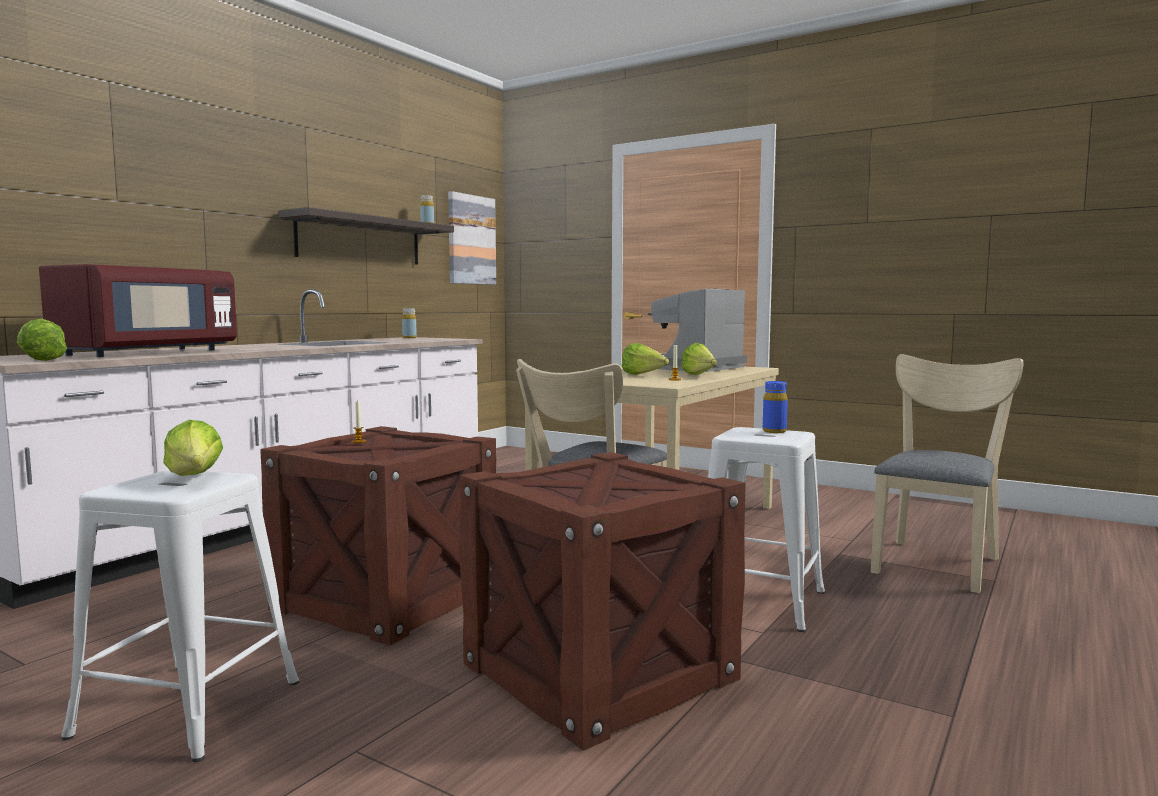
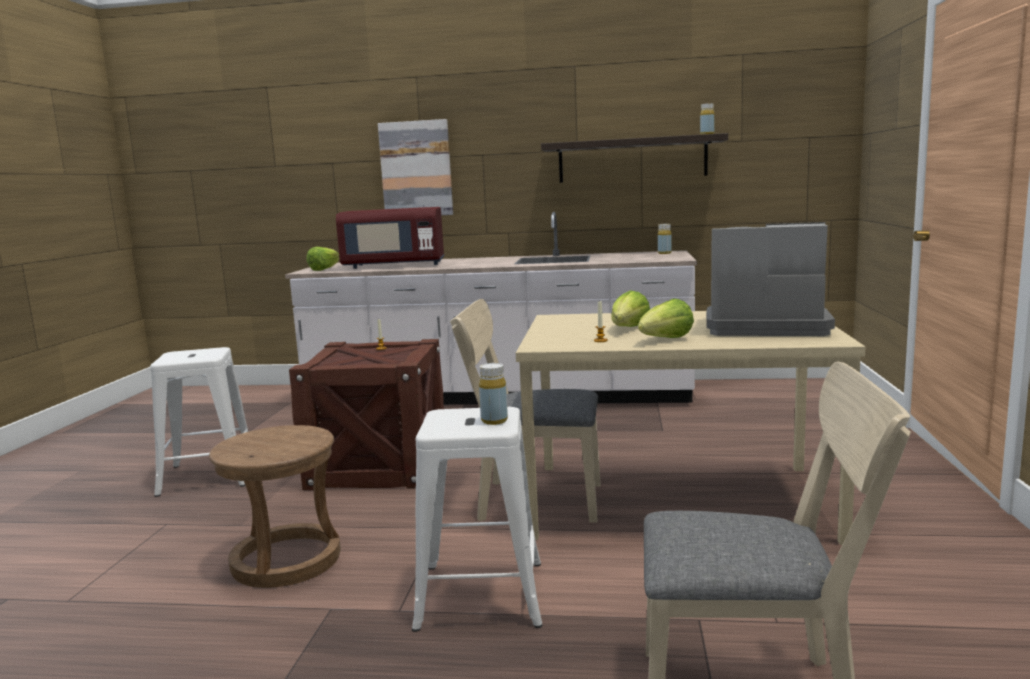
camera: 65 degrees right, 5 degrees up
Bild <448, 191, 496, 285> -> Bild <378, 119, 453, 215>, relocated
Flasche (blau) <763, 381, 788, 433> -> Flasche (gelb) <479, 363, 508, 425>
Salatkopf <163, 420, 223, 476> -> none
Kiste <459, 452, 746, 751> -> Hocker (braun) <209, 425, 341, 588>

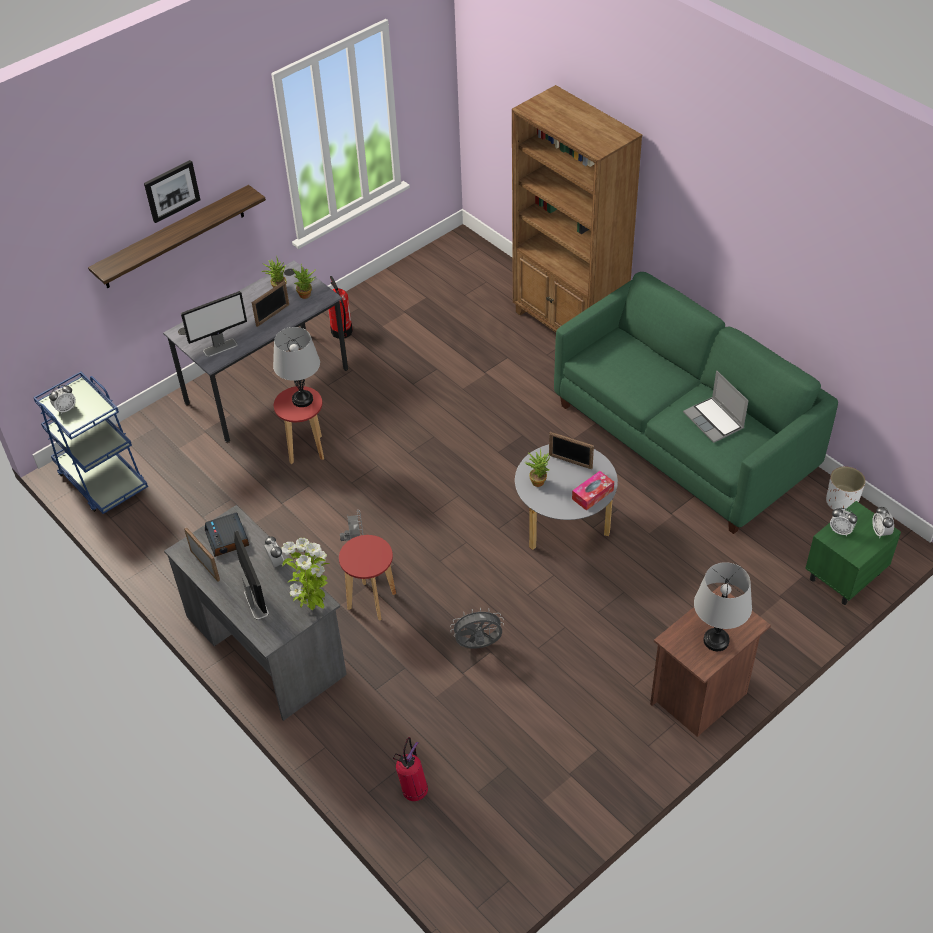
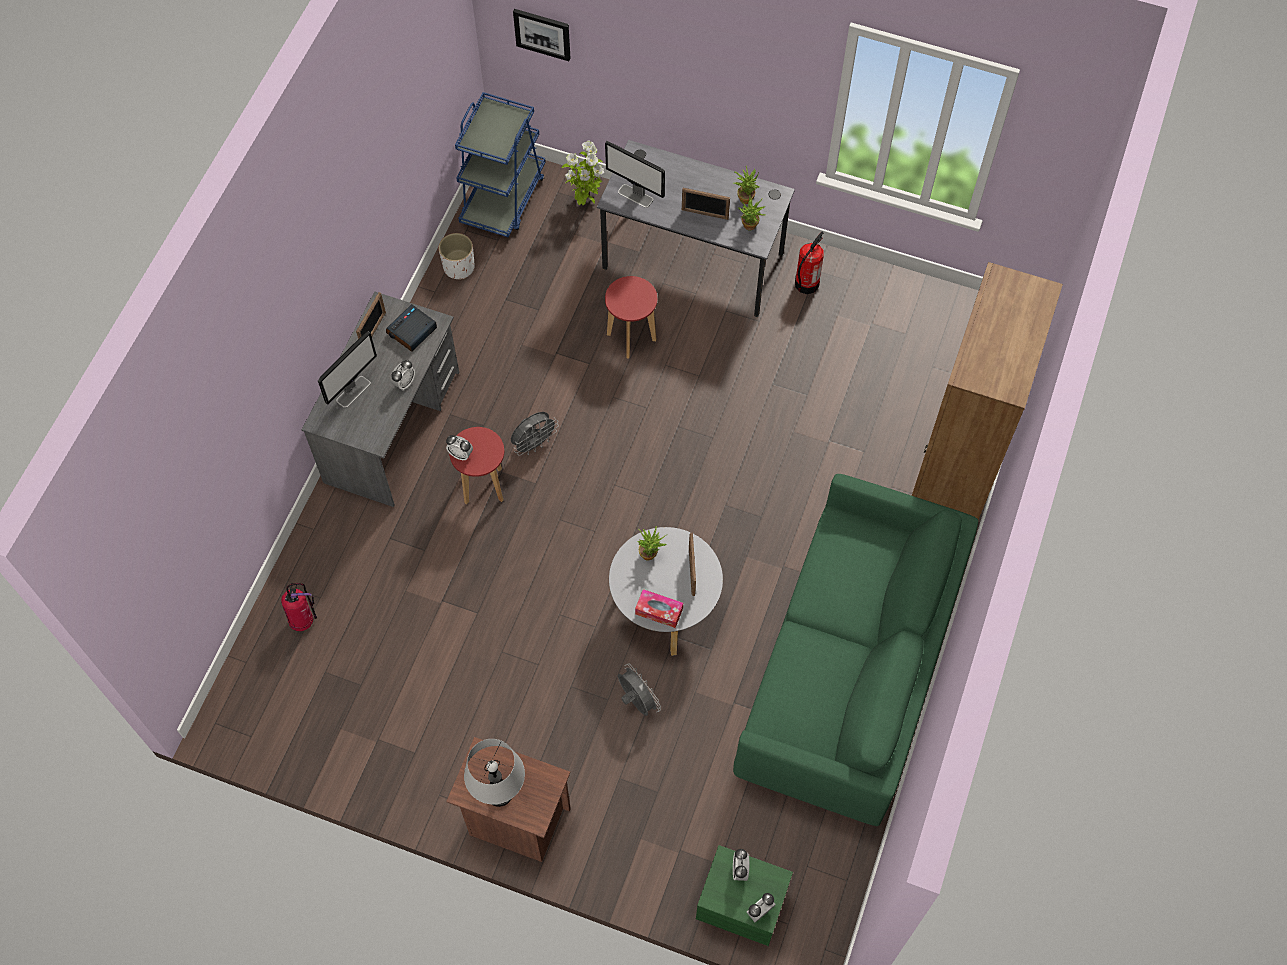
camera: 60 degrees right, 15 degrees up
Bild <144, 160, 201, 223> -> Bild <513, 9, 571, 61>, relocated
Wandregal <88, 185, 266, 288> -> none
Tischlampe (grau) <273, 327, 320, 407> -> none
Laptop <683, 371, 748, 443> -> none
Wecker <49, 385, 76, 414> -> Wecker <446, 435, 473, 461>, relocated
Pflanzkübel (weiß) <826, 467, 865, 510> -> Pflanzkübel (weiß) <439, 233, 475, 279>, relocated
Topfpflanze <281, 538, 329, 610> -> Topfpflanze <562, 140, 604, 205>, relocated
Ventilator (grau) <450, 608, 504, 648> -> Ventilator (grau) <618, 663, 661, 716>, relocated

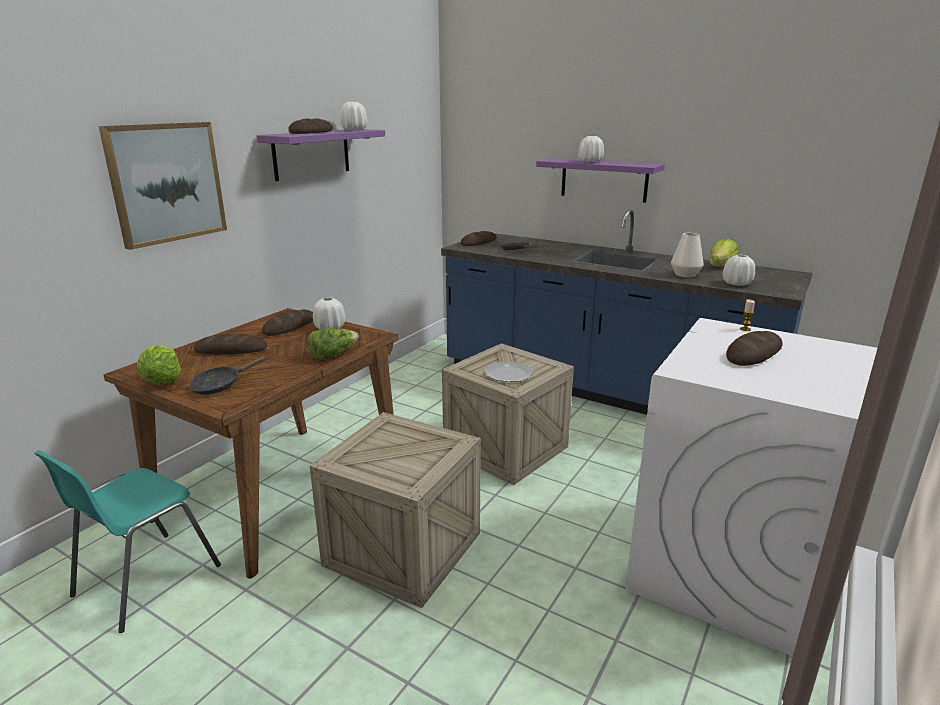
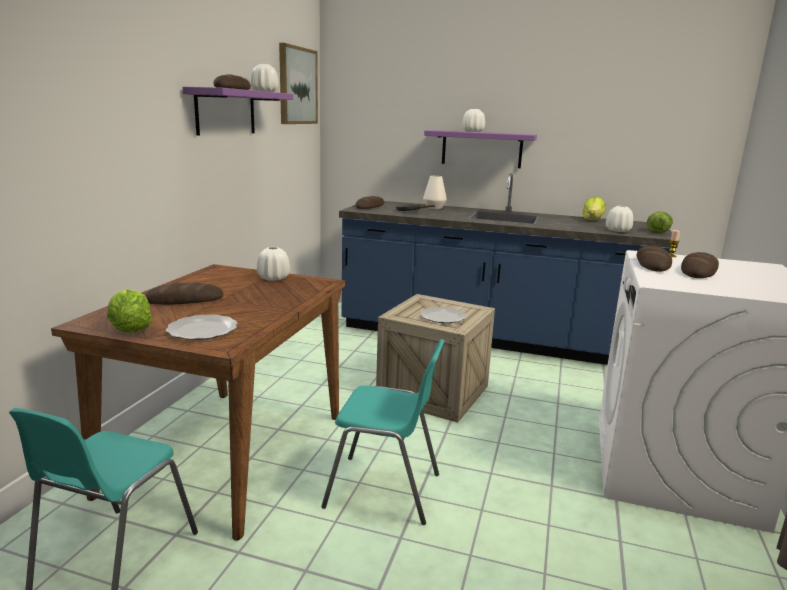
camera: 15 degrees left, 5 degrees down
Bild <99, 122, 227, 250> -> Bild <279, 43, 318, 124>, relocated
Vase (weiß) <671, 233, 704, 277> -> Vase (weiß) <423, 176, 447, 209>, relocated
Brot <262, 309, 313, 336> -> Brot <637, 245, 672, 272>, relocated
Salatkopf <308, 328, 359, 360> -> Salatkopf <647, 212, 673, 233>, relocated
Pfanne (schwarz) <189, 355, 268, 395> -> Teller <166, 314, 237, 340>
Kiste <310, 412, 481, 608> -> Stuhl (türkis) <321, 339, 445, 525>

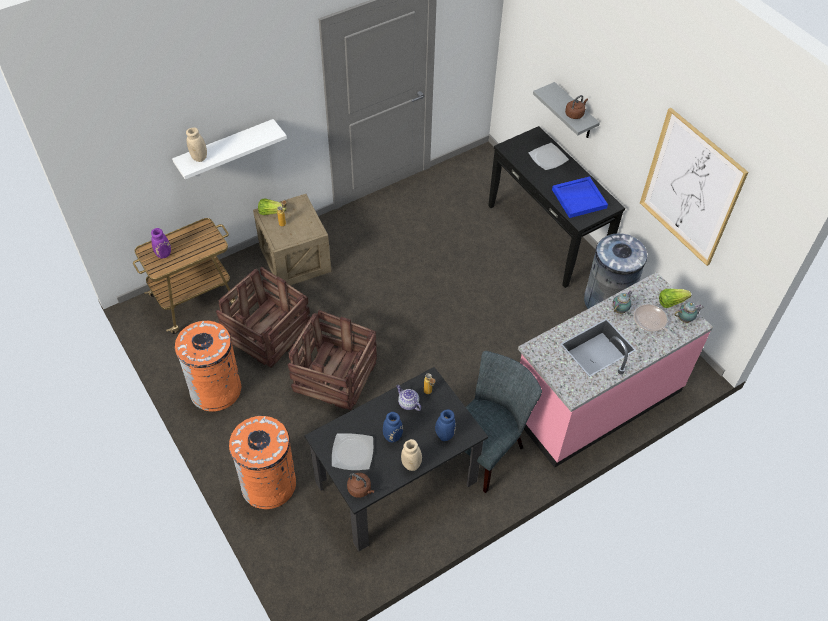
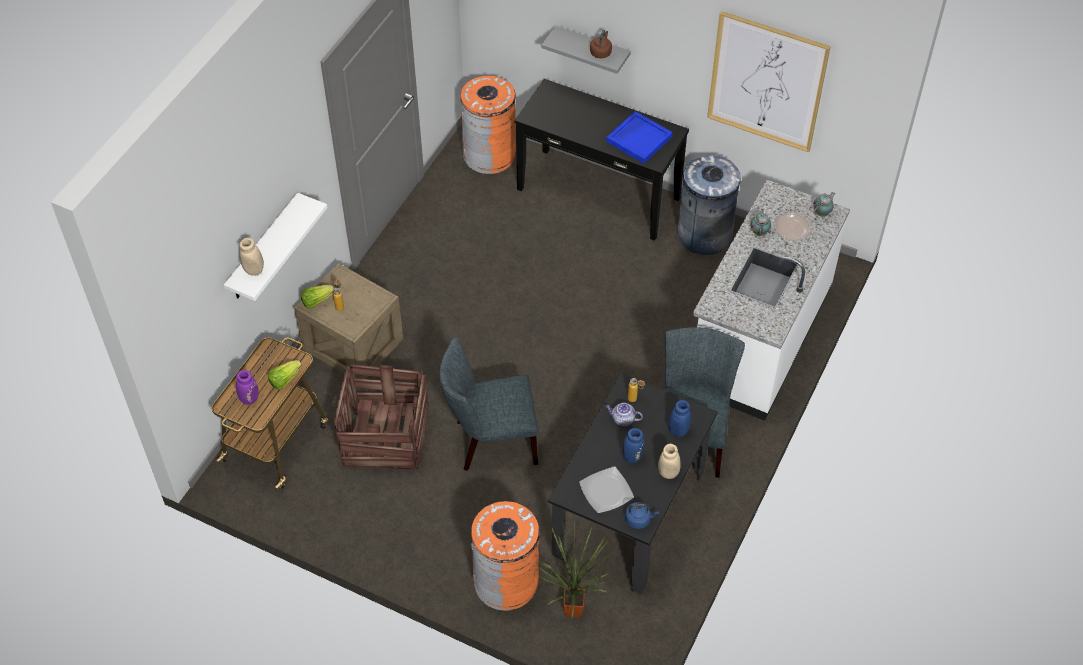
camera: 30 degrees left, 0 degrees up
Teller <529, 143, 569, 170> -> none
Küchenzeile (rosa) <518, 272, 713, 468> -> Küchenzeile (weiß) <693, 180, 850, 421>
Salatkopf <659, 289, 691, 308> -> Salatkopf <268, 360, 302, 390>, relocated
Kiste <288, 310, 377, 410> -> Stuhl (grau) <439, 337, 538, 471>
Mülleimer (orange) <175, 321, 241, 411> -> Mülleimer (orange) <460, 76, 516, 174>, relocated
Wasserkessel (braun) <347, 473, 374, 498> -> Wasserkessel (blau) <625, 502, 659, 529>
none -> Topfpflanze <538, 521, 612, 619>

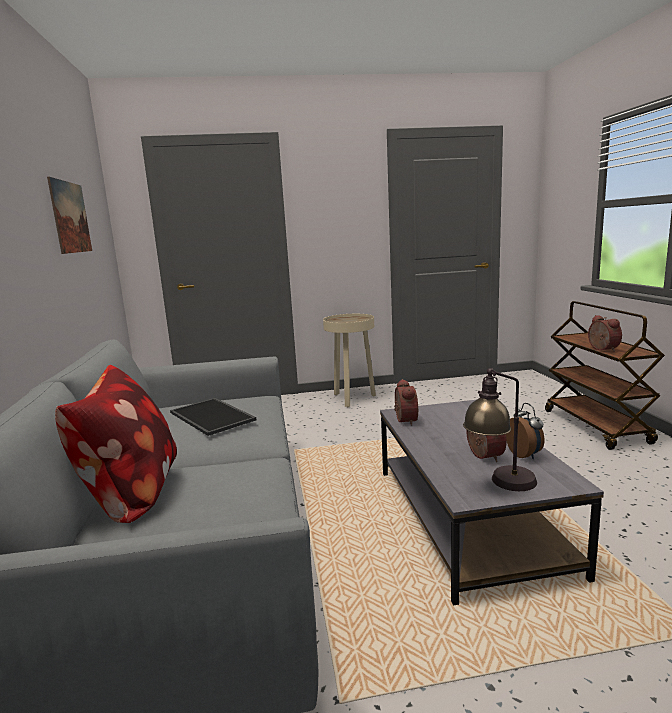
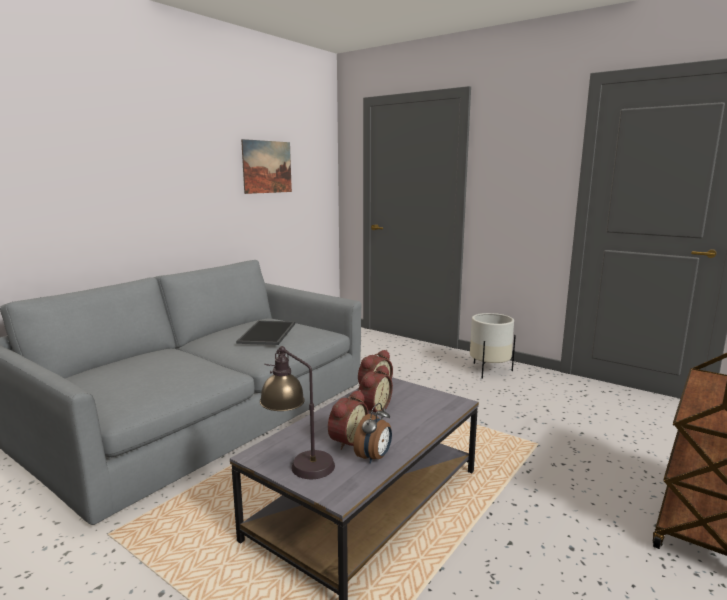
camera: 45 degrees right, 0 degrees up
Beistelltisch (beige) <323, 314, 376, 408> -> Pflanzkübel (weiß) <470, 313, 516, 379>
Wecker <588, 315, 622, 352> -> Wecker <358, 365, 393, 414>, relocated
Kissen <55, 365, 177, 523> -> none

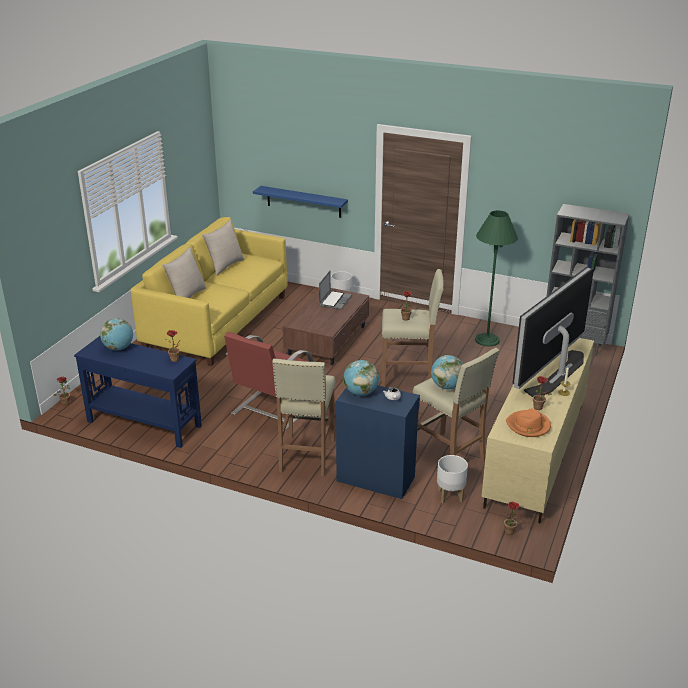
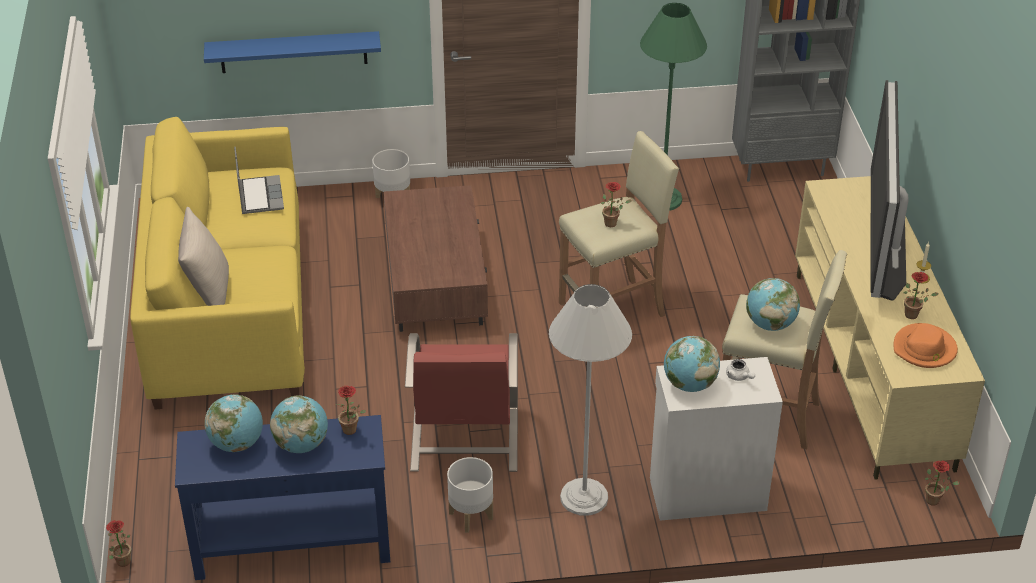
camera: 30 degrees left, 10 degrees up
Kissen (beige) <202, 220, 244, 276> -> none
Laptop <319, 270, 352, 310> -> Laptop <234, 147, 284, 214>, relocated
Hocker (beige) <272, 359, 335, 476> -> Stehlampe (weiß) <549, 284, 632, 516>
Schrank (blau) <336, 385, 420, 499> -> Schrank (weiß) <650, 357, 783, 521>
Pflanzkübel (weiß) <437, 455, 468, 503> -> Pflanzkübel (weiß) <447, 457, 493, 533>, relocated
none -> Globus <270, 395, 328, 453>

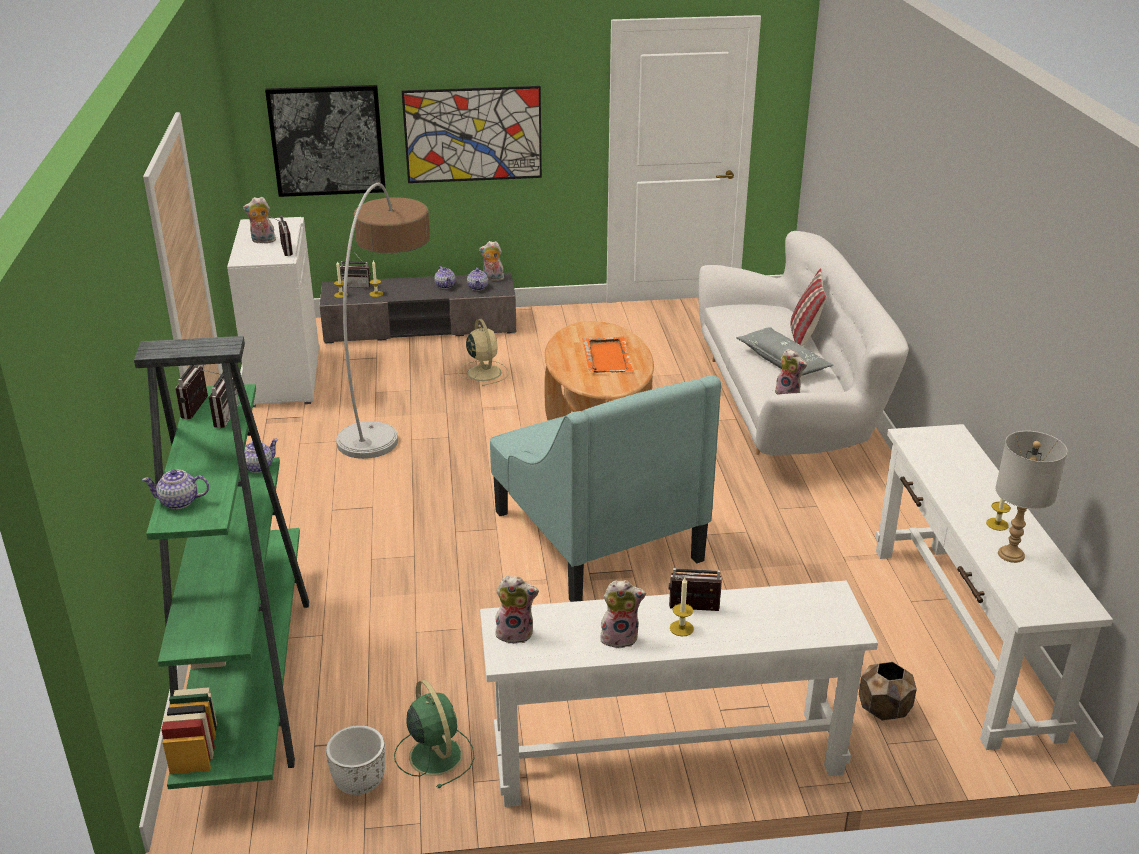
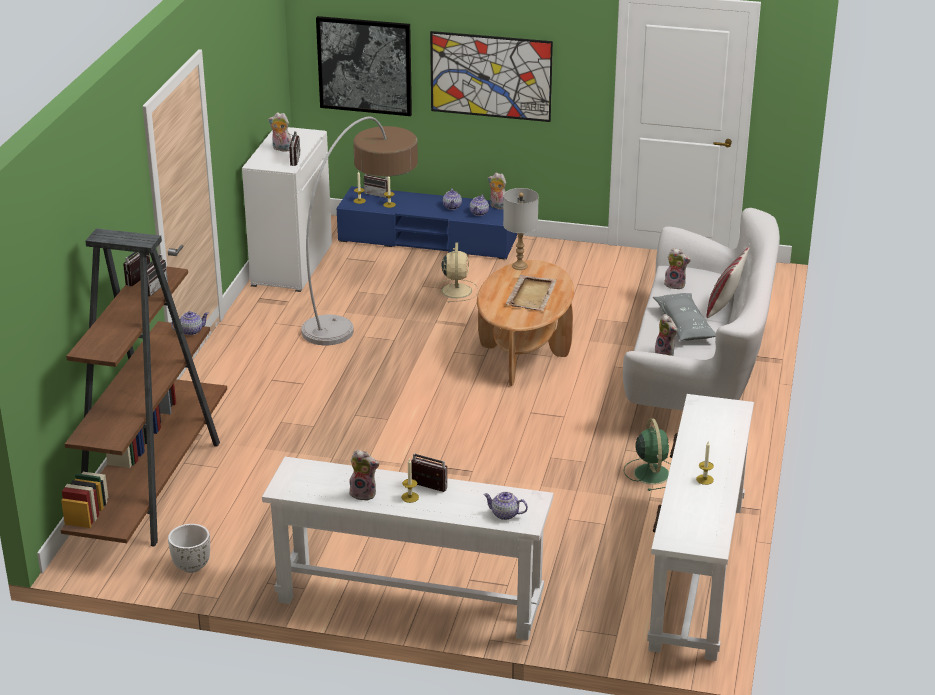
camera: 20 degrees right, 0 degrees up
Fernsehschrank (grau) <320, 273, 516, 343> -> Fernsehschrank (blau) <337, 186, 517, 260>
Bücherregal (grün) <134, 336, 309, 789> -> Bücherregal (braun) <60, 228, 227, 546>
Tablett (orange) <582, 337, 634, 373> -> Tablett (beige) <506, 275, 557, 311>
Sessel (türkis) <490, 375, 721, 602> -> none
Tischlampe (grau) <996, 431, 1067, 563> -> Tischlampe (grau) <503, 188, 539, 270>, relocated
Teekanne <142, 469, 209, 509> -> Teekanne <483, 492, 528, 520>, relocated
Plüschtier <495, 576, 539, 644> -> Plüschtier <664, 248, 691, 290>, relocated
Pflanzkübel (braun) <859, 662, 917, 721> -> none
Ventilator (grün) <394, 680, 474, 788> -> Ventilator (grün) <624, 419, 671, 491>, relocated

